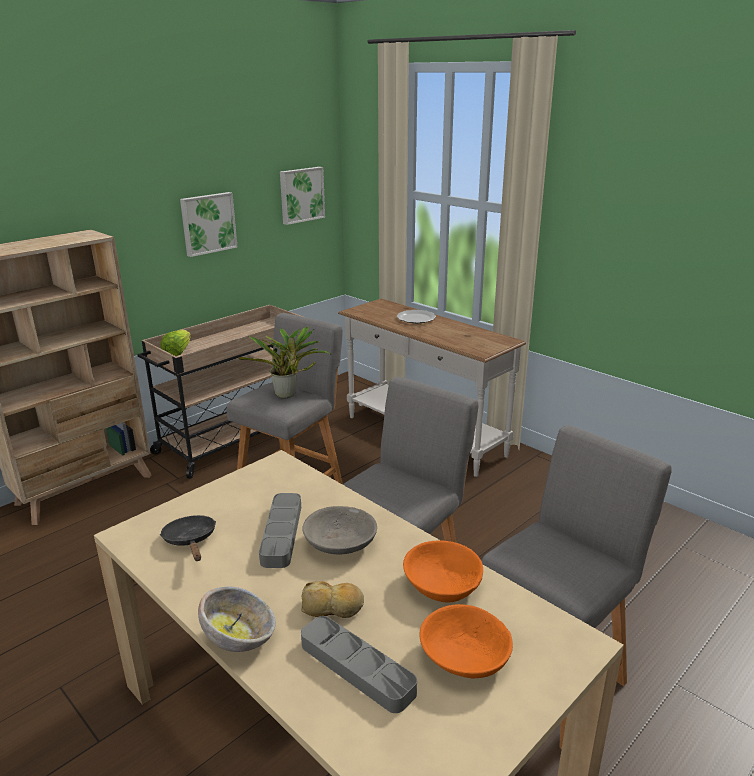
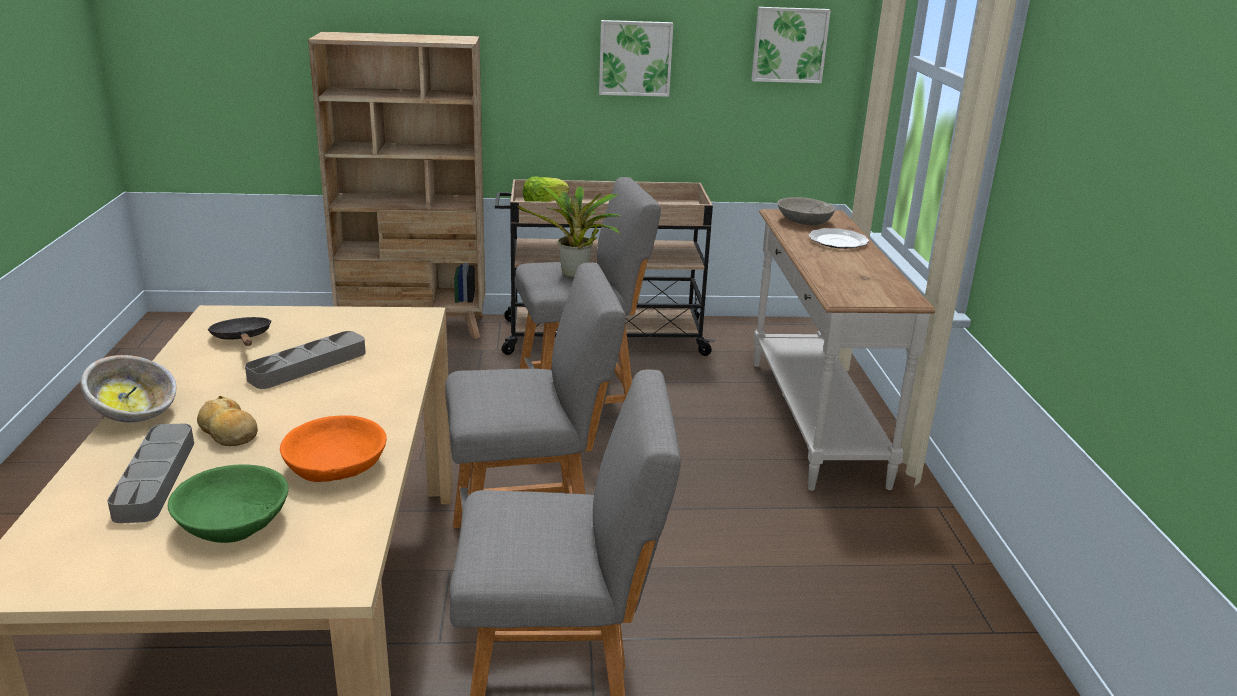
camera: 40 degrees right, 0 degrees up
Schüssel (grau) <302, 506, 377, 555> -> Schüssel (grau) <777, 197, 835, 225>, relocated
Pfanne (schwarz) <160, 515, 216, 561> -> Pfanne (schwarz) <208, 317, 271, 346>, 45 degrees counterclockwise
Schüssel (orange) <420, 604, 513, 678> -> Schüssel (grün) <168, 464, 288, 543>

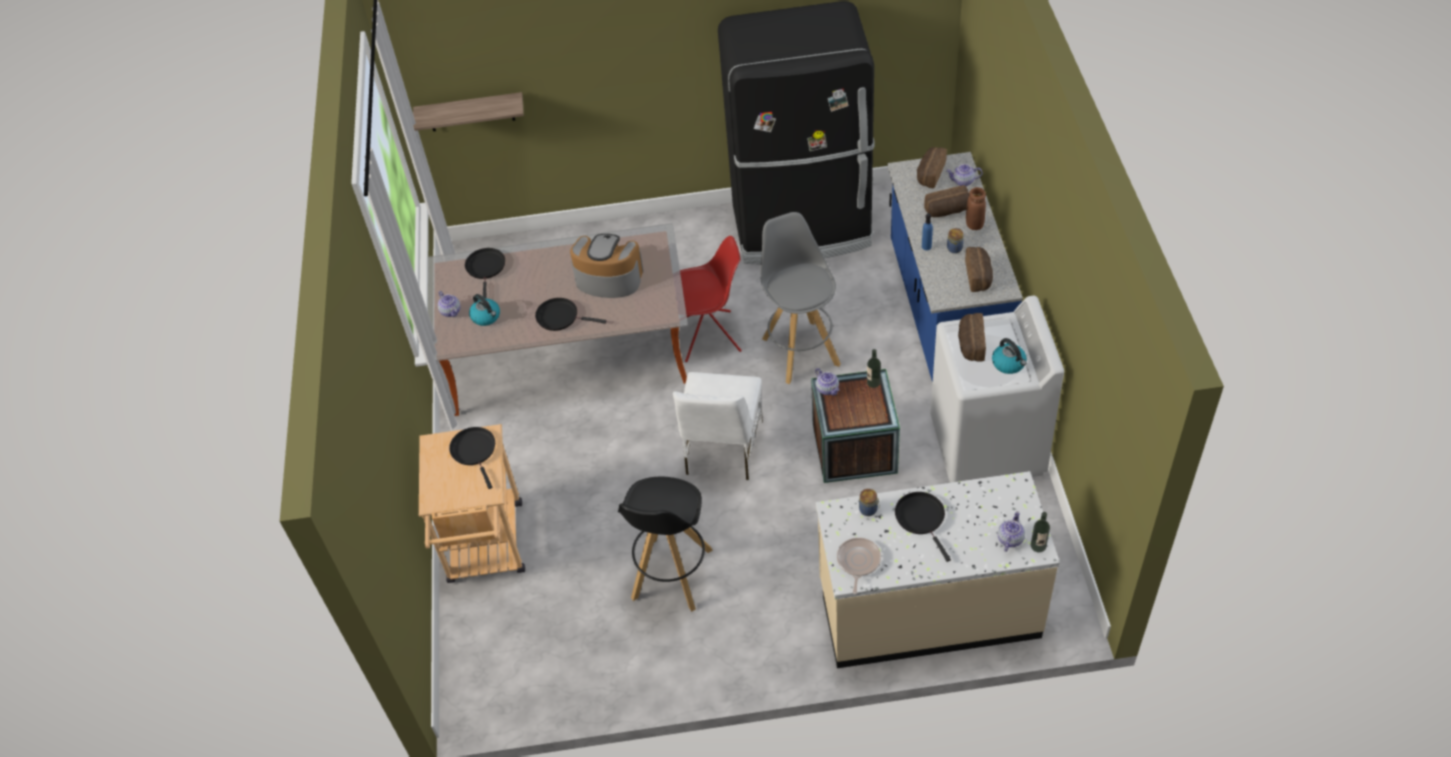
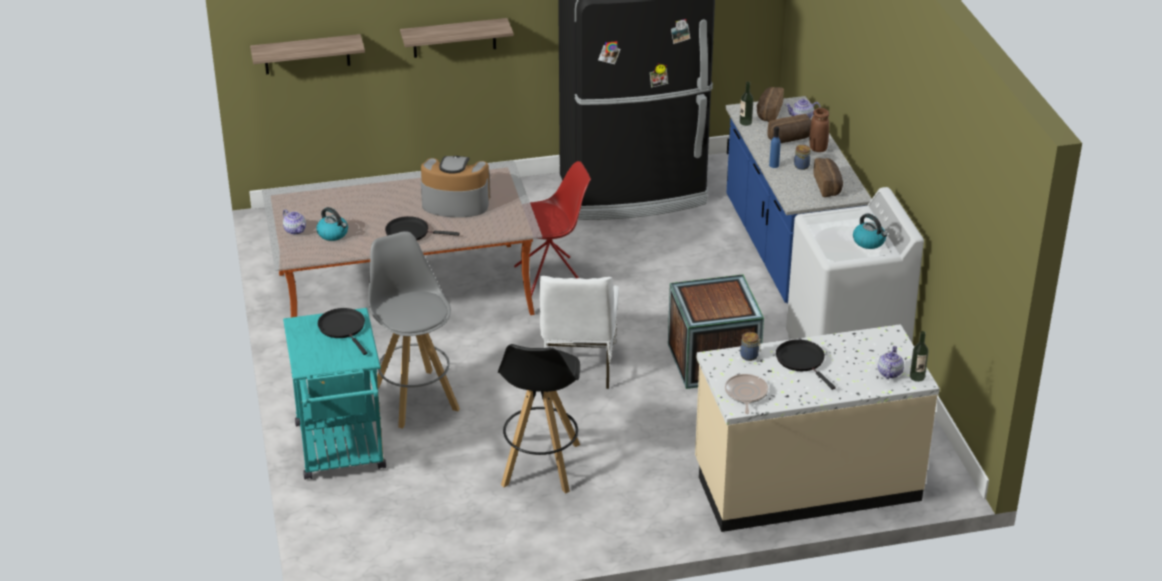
camera: 10 degrees left, 15 degrees down
Hocker (grau) <760, 212, 841, 384> -> Hocker (grau) <368, 231, 460, 429>, relocated
Pfanne (schwarz) <465, 248, 505, 299> -> none
Brot <958, 313, 986, 362> -> none
Flasche <867, 349, 881, 388> -> Flasche <740, 82, 754, 126>, relocated
Teekanne <815, 368, 839, 395> -> none
Rollwagen (beige) <419, 424, 525, 583> -> Rollwagen (türkis) <283, 308, 386, 480>
none -> Wandregal <400, 18, 514, 58>

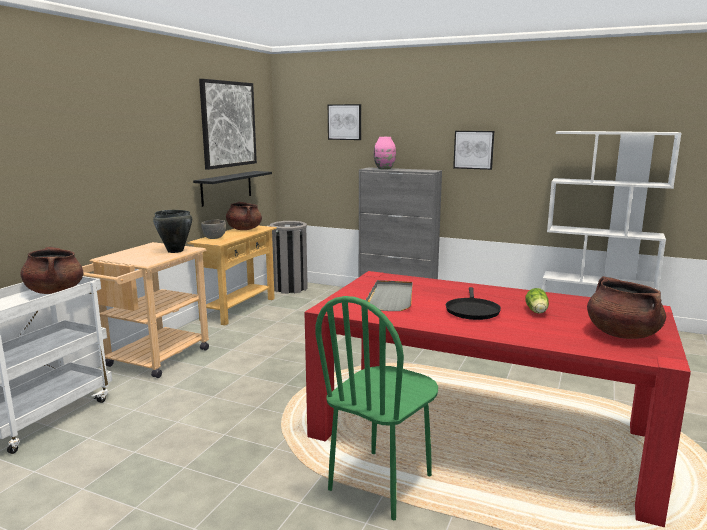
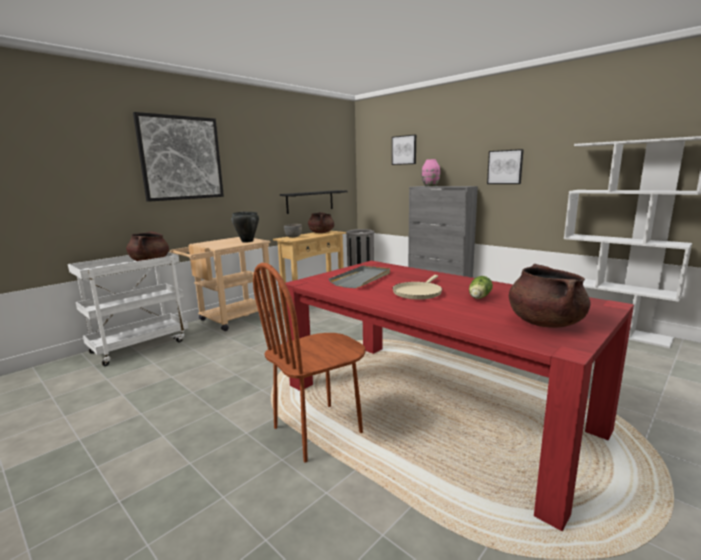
camera: 20 degrees right, 0 degrees up
Bild <199, 79, 257, 170> -> Bild <133, 112, 224, 202>, relocated
Pfanne (schwarz) <446, 287, 501, 320> -> Pfanne (beige) <393, 275, 442, 300>
Stuhl (grün) <315, 296, 438, 520> -> Stuhl (braun) <253, 263, 366, 463>

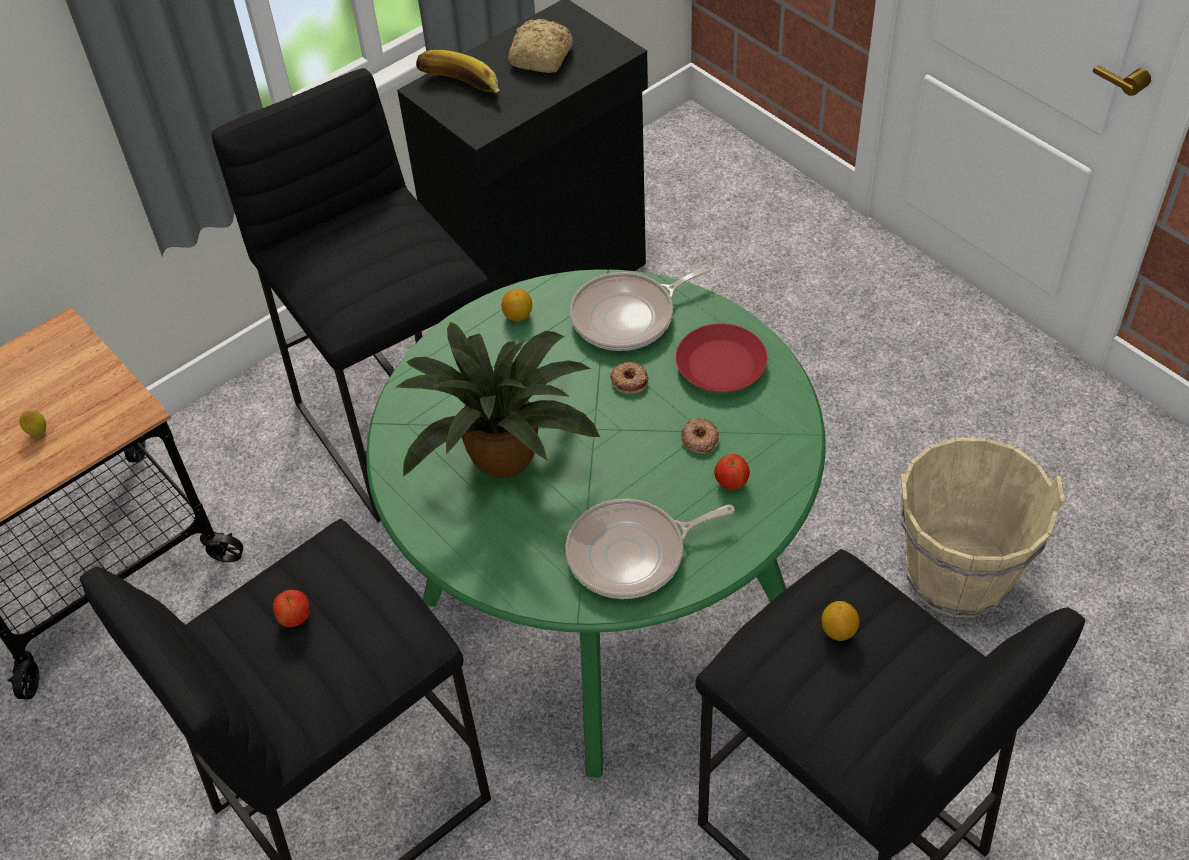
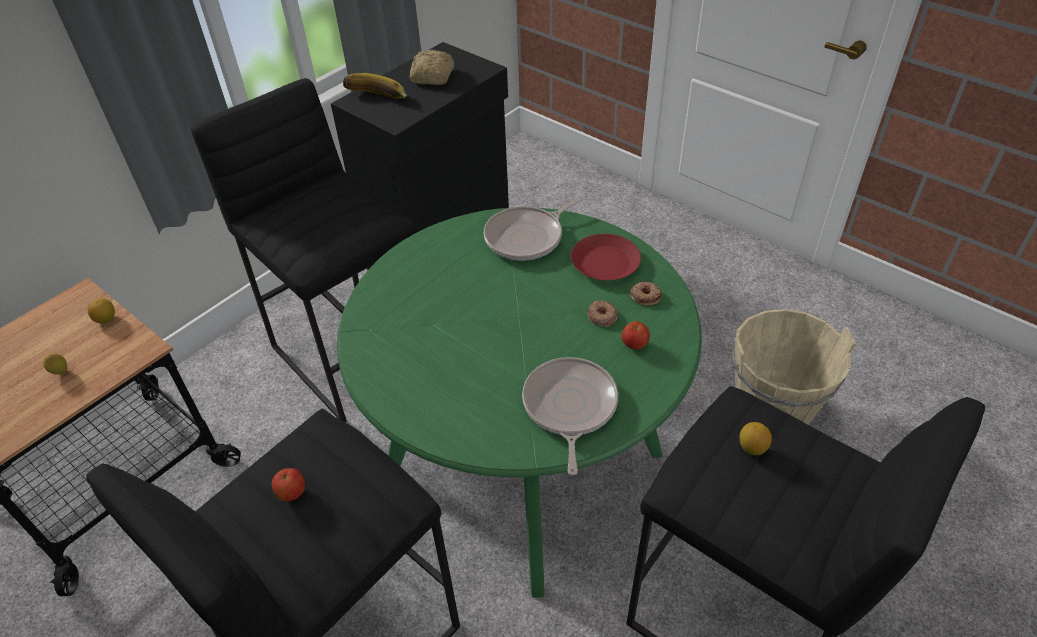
camera: 10 degrees left, 5 degrees down
Zitrone <501, 289, 532, 321> -> Zitrone <88, 298, 115, 323>, relocated
Topfpflanze <396, 322, 600, 478> -> none
Donut <610, 362, 649, 394> -> Donut <630, 282, 662, 306>, relocated
Pfanne <565, 499, 735, 599> -> Pfanne <522, 357, 618, 475>, 120 degrees clockwise

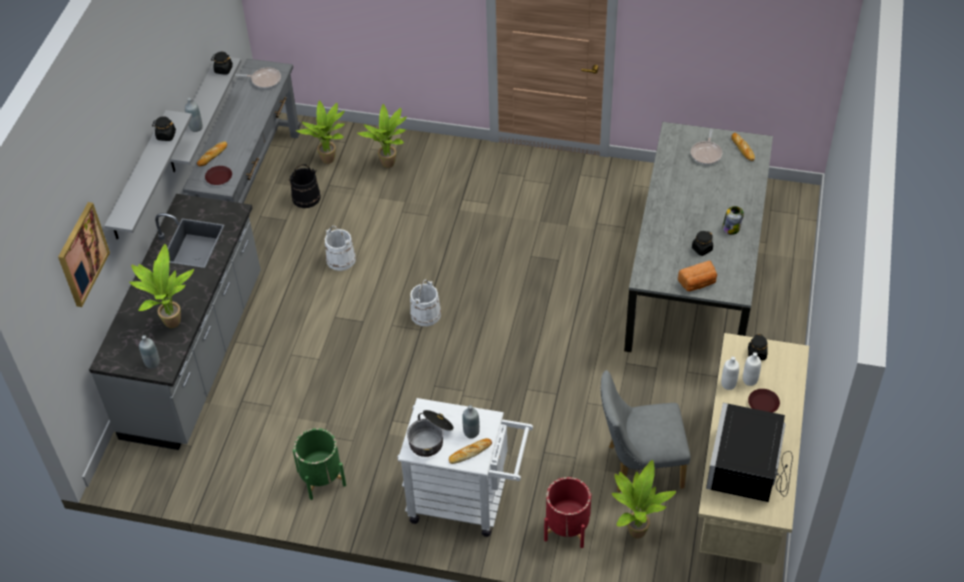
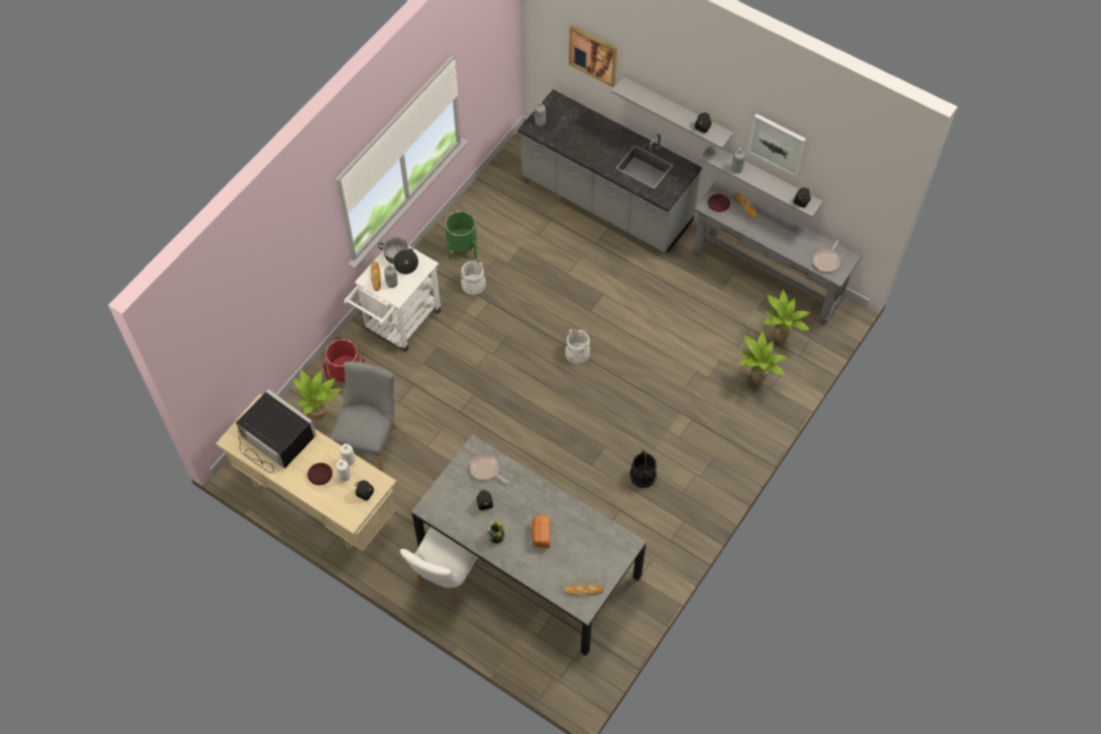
camera: 110 degrees right, 10 degrees up
Pfanne <691, 129, 722, 165> -> Pfanne <470, 454, 509, 484>, relocated
Eimer (schwarz) <289, 164, 320, 208> -> Eimer (schwarz) <630, 450, 657, 488>, relocated
Eimer (weiß) <325, 226, 356, 271> -> Eimer (weiß) <461, 261, 486, 295>, relocated
Topfpflanze <129, 244, 194, 328> -> none
Brot <678, 261, 717, 291> -> Brot <532, 515, 550, 548>, relocated
none -> Bild <748, 114, 806, 177>
none -> Stuhl (weiß) <400, 527, 483, 605>

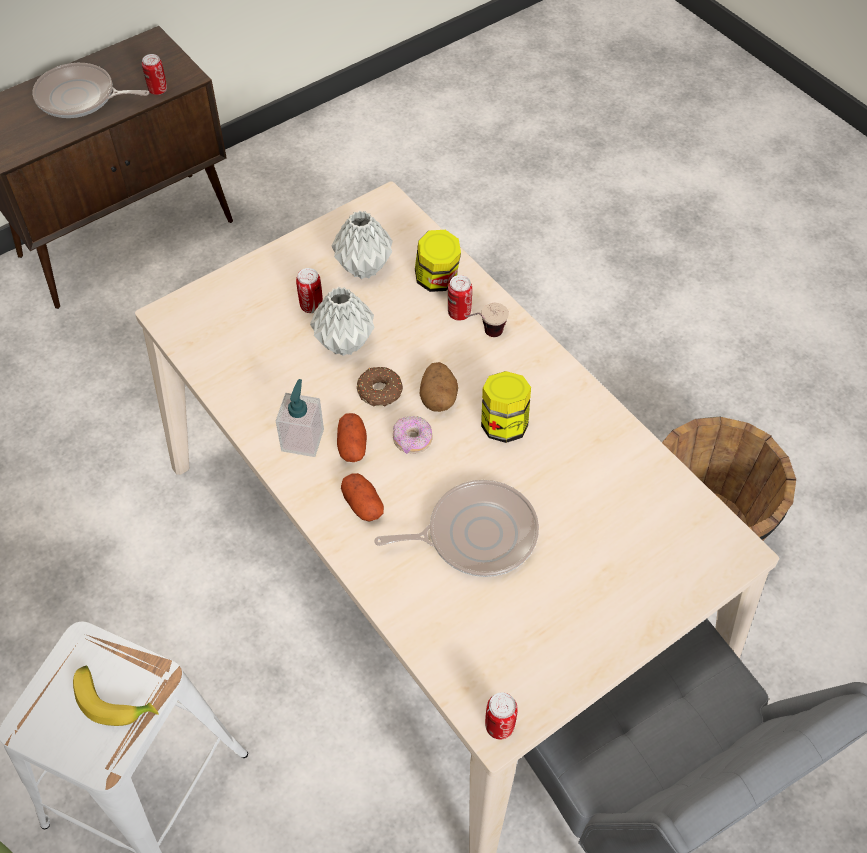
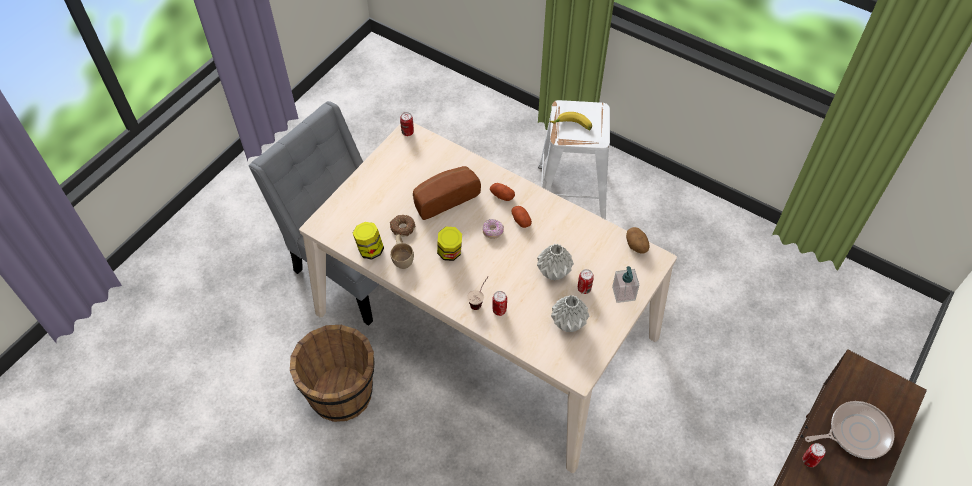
camera: 160 degrees right, 0 degrees up
Vorratsglas <415, 230, 461, 292> -> Vorratsglas <353, 222, 384, 259>, relocated
Kartoffel <420, 362, 458, 412> -> Kartoffel <626, 227, 650, 254>, relocated
Donut <357, 367, 403, 407> -> Donut <390, 215, 415, 237>, relocated
Seifenspender <276, 379, 324, 457> -> Seifenspender <612, 266, 639, 303>, relocated
Pfanne <374, 480, 539, 577> -> Brot <413, 166, 481, 220>
none -> Tasse (beige) <390, 235, 414, 269>

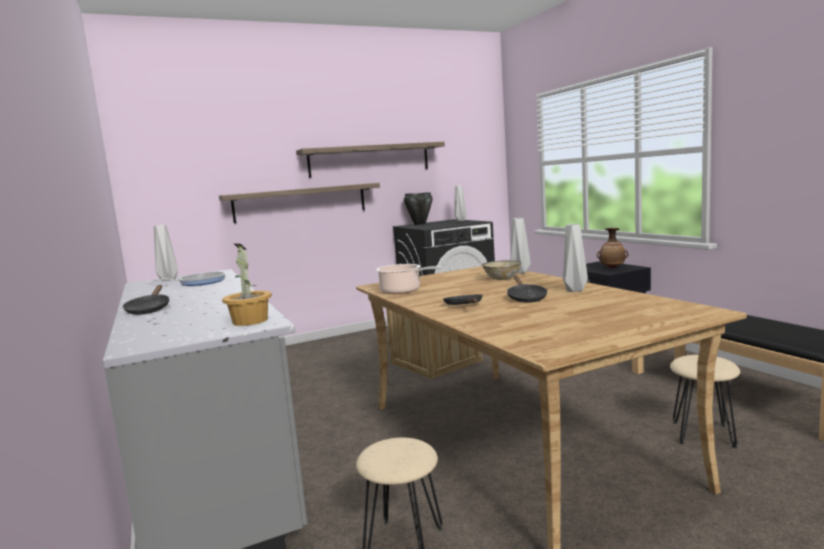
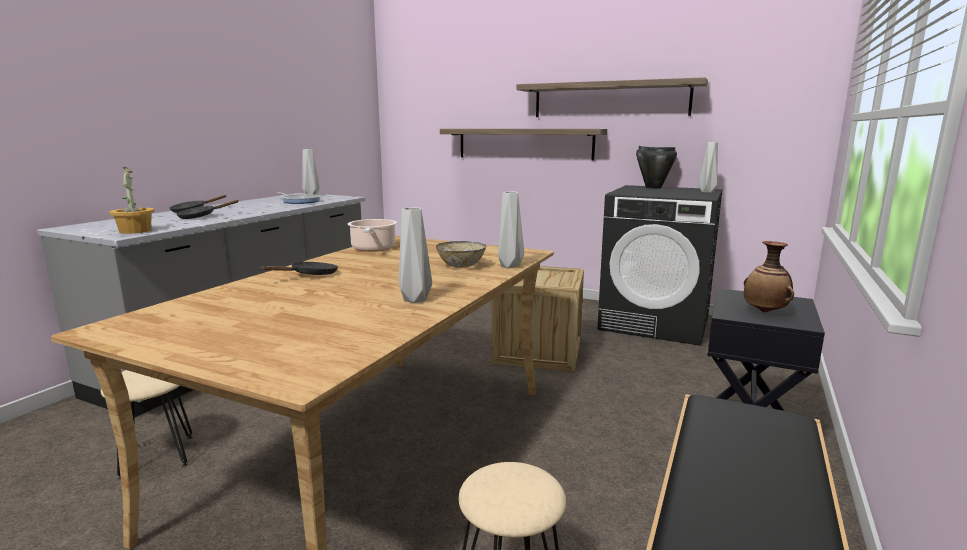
camera: 50 degrees right, 5 degrees up
Pfanne (schwarz) <507, 275, 547, 303> -> Pfanne (schwarz) <176, 200, 239, 219>, relocated

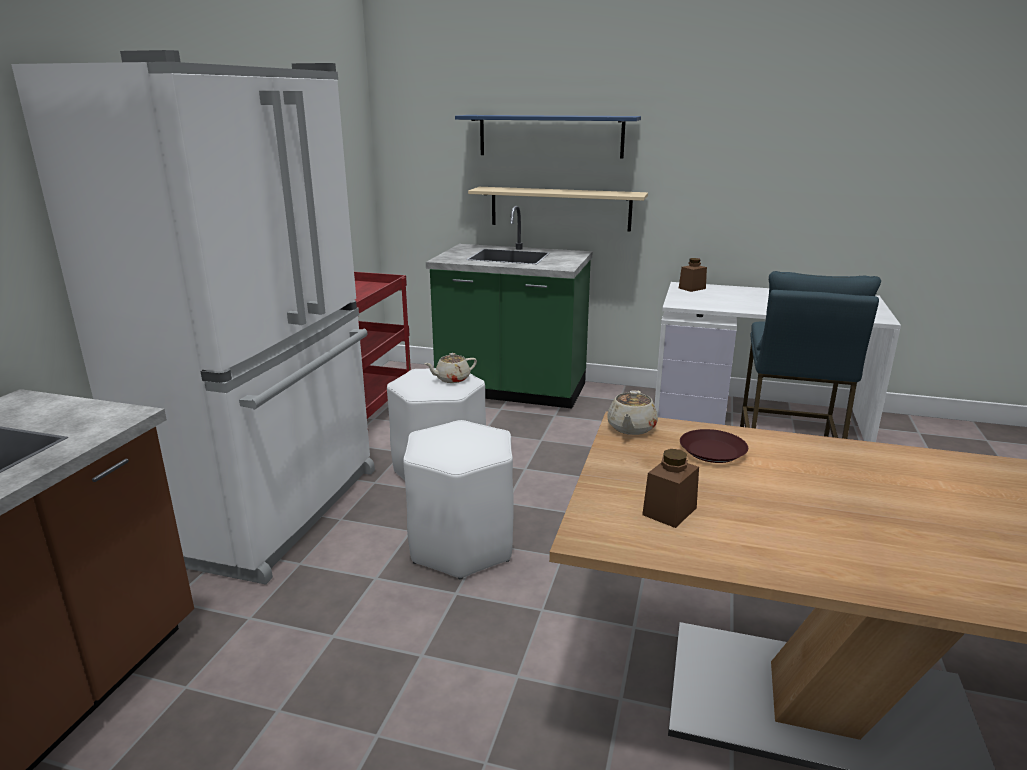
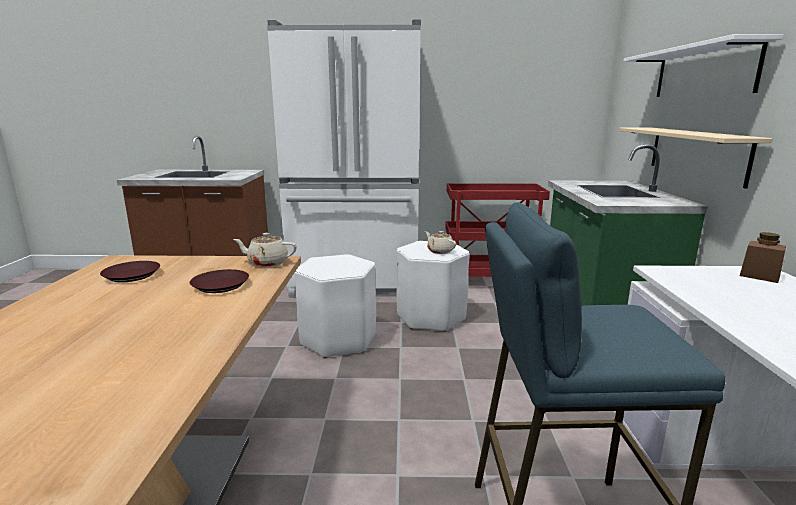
camera: 75 degrees right, 5 degrees down
Wandregal (blau) <455, 115, 641, 159> -> Wandregal (weiß) <623, 34, 784, 97>
Vorratsglas (braun) <642, 449, 699, 528> -> Teller (braun) <100, 261, 160, 282>

